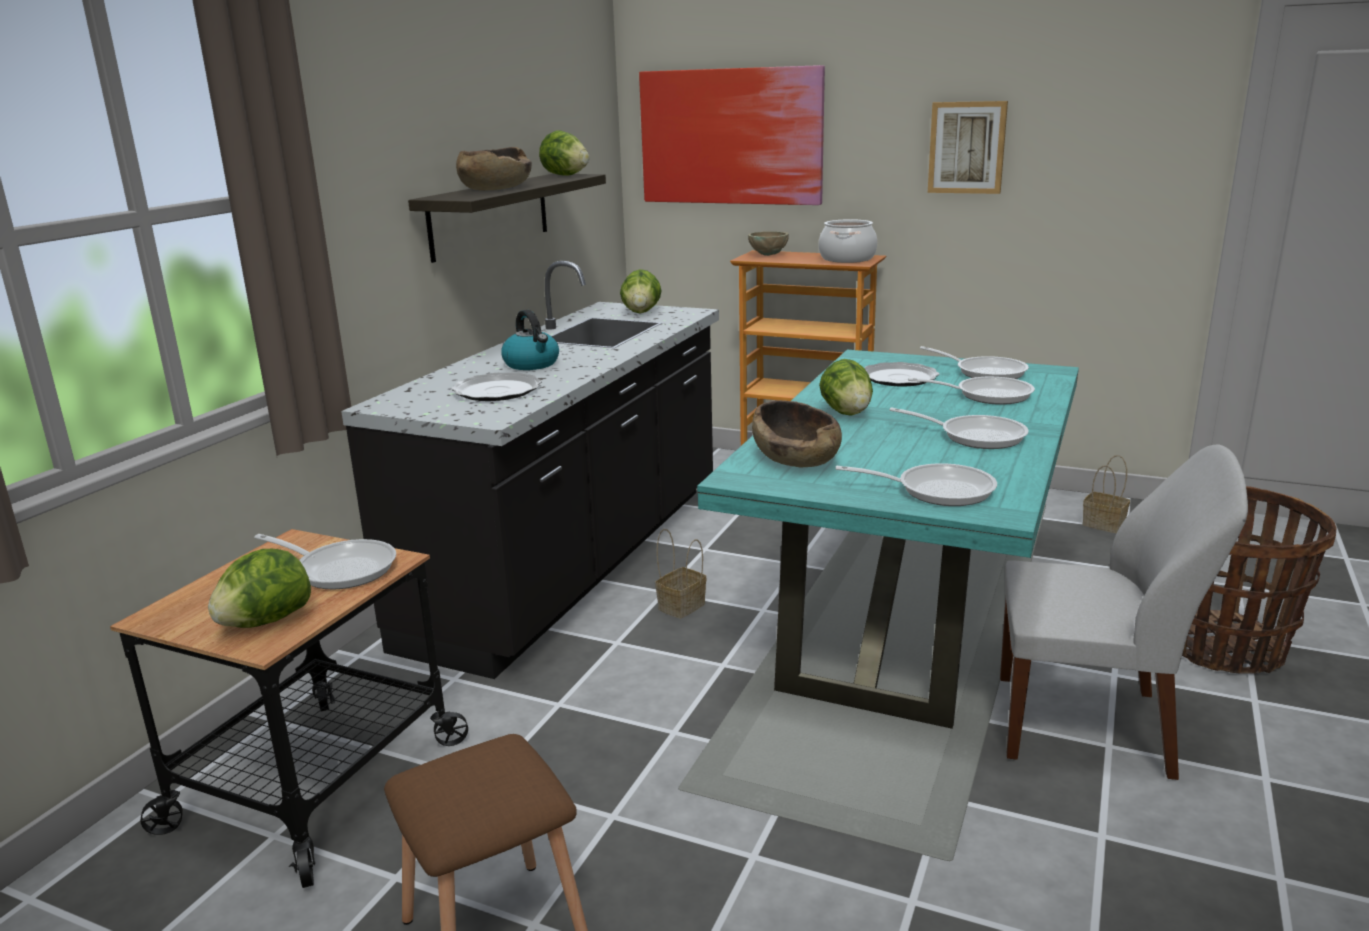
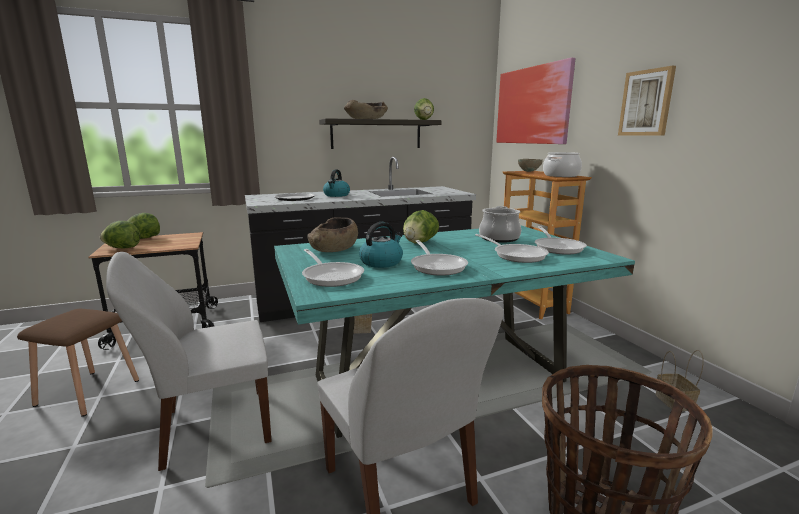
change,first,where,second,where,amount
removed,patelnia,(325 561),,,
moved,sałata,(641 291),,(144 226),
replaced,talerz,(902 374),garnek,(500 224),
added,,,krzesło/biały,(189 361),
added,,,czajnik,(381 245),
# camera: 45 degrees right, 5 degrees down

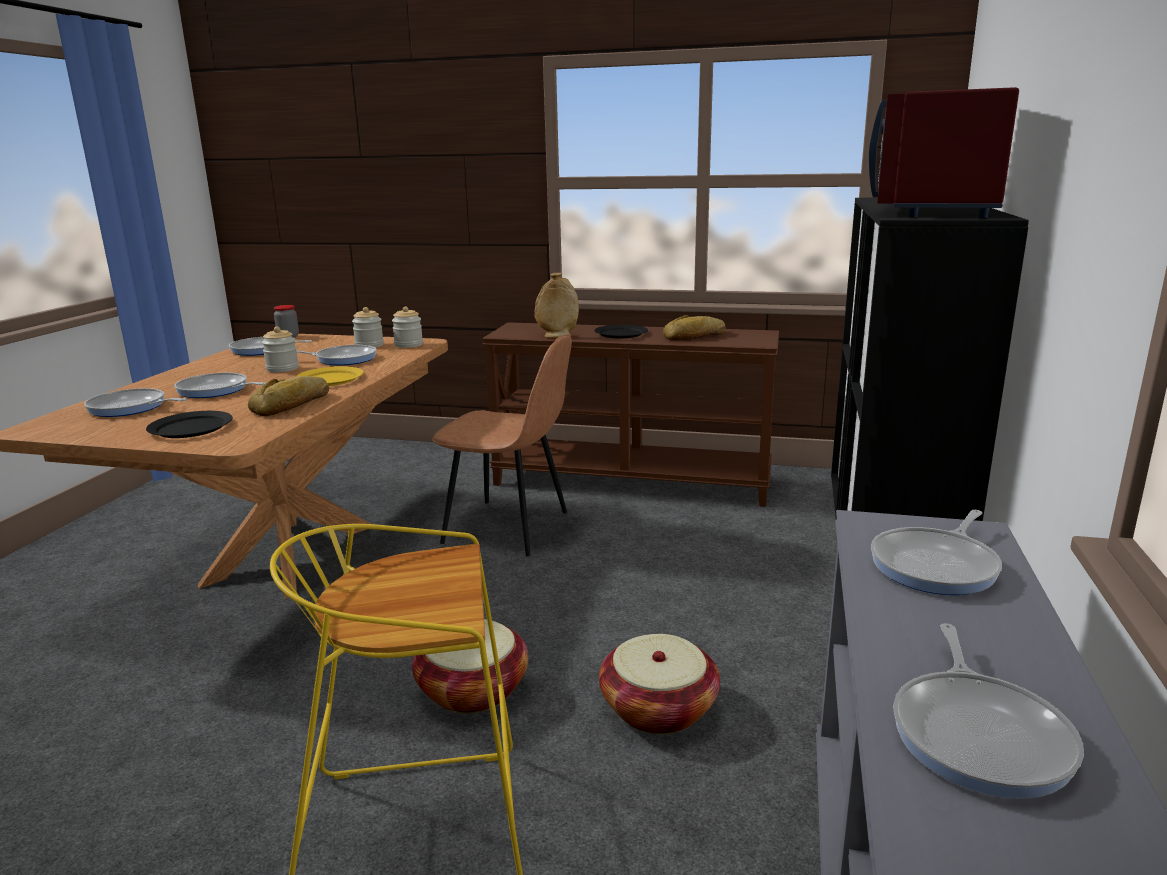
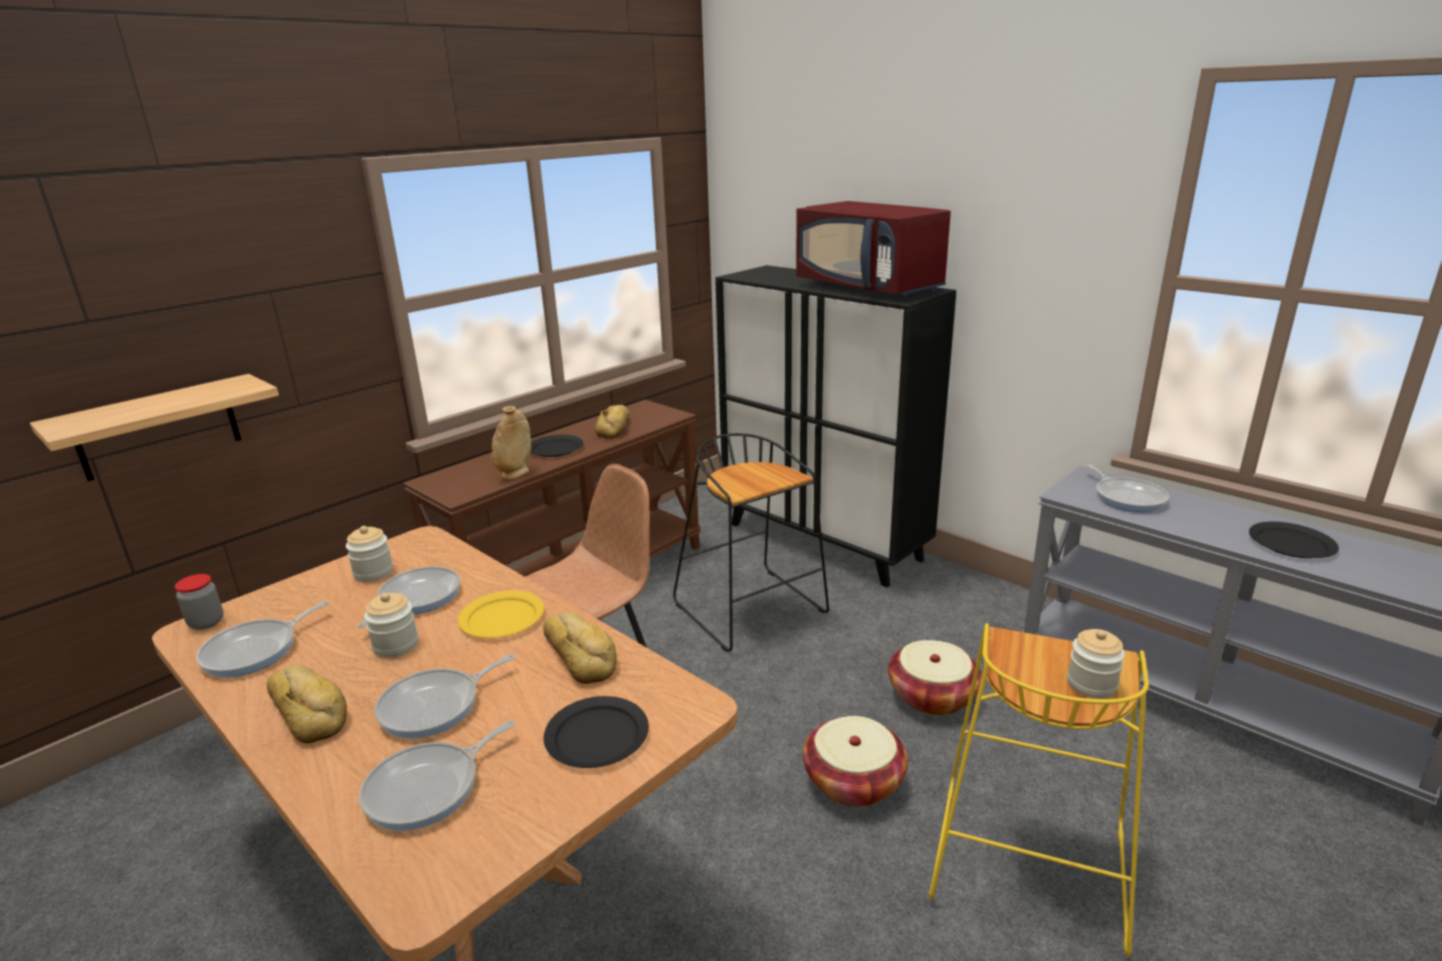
change,first,where,second,where,amount
moved,słoik,(407 327),,(1096 663),
replaced,patelnia,(988 711),talerz/czarny,(1294 540),
added,,,półka,(154 427),
added,,,chleb,(307 703),
added,,,stołek/czarny,(751 542),
# camera: 60 degrees left, 5 degrees up

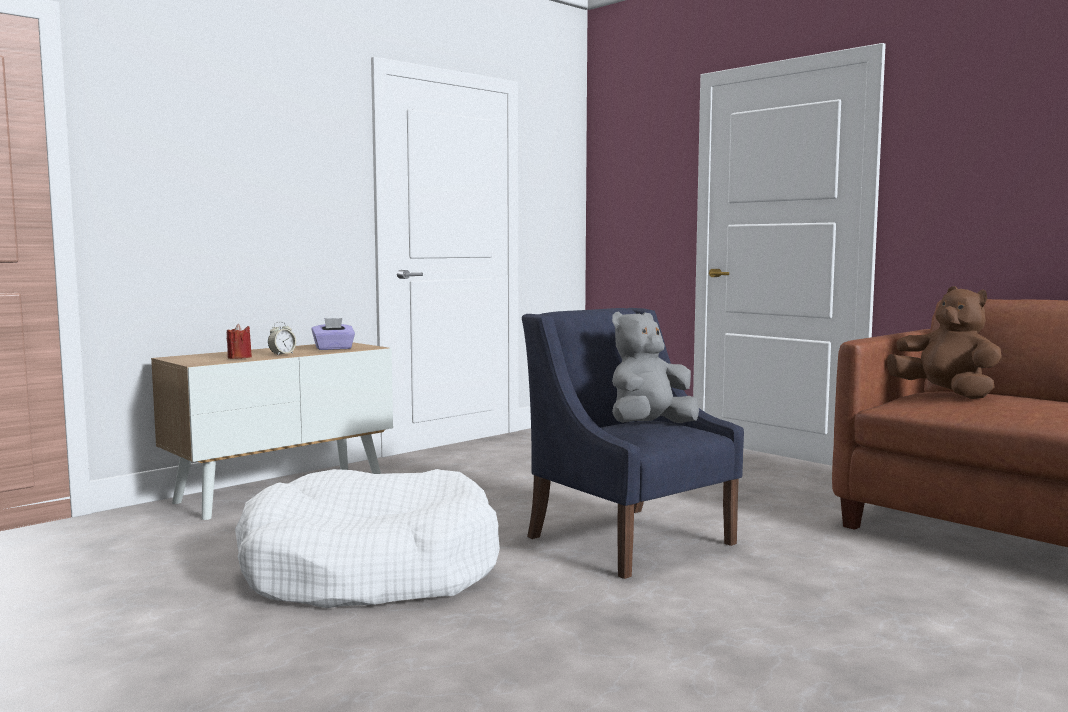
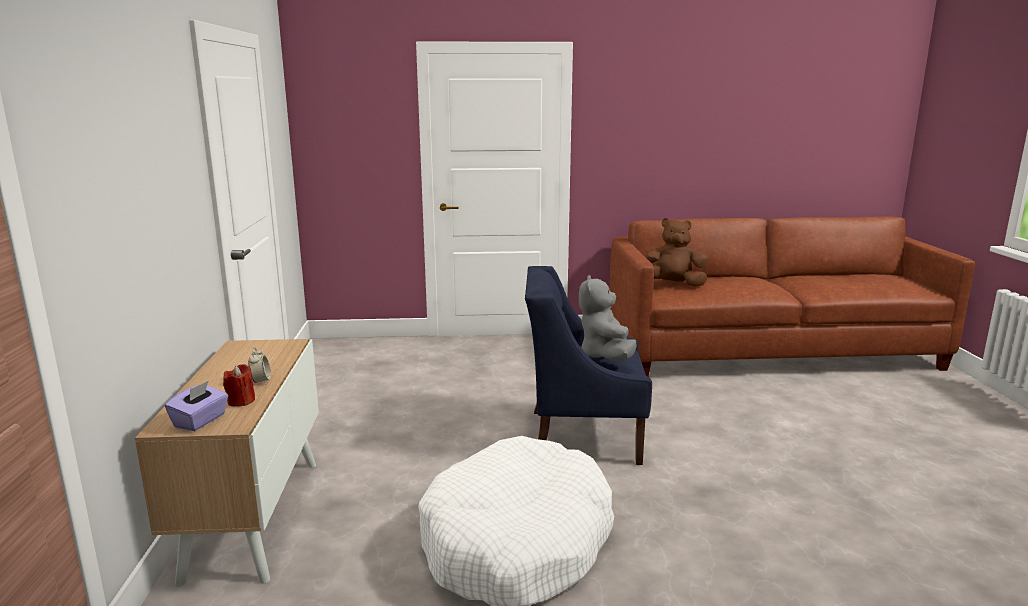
change,first,where,second,where,amount
moved,pudełko chusteczek/fioletowy,(333 334),,(196 406),
# camera: 50 degrees left, 10 degrees up

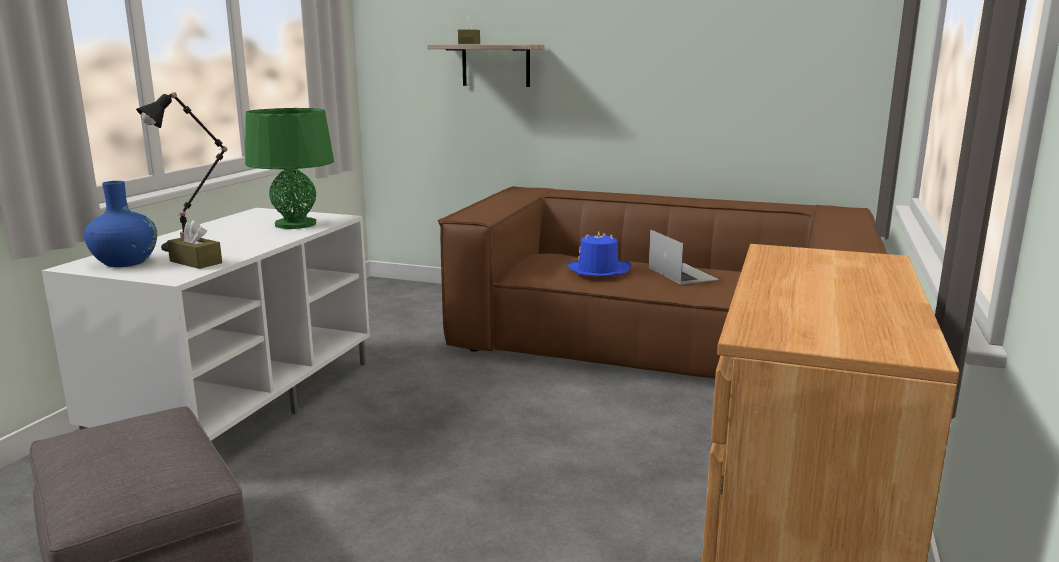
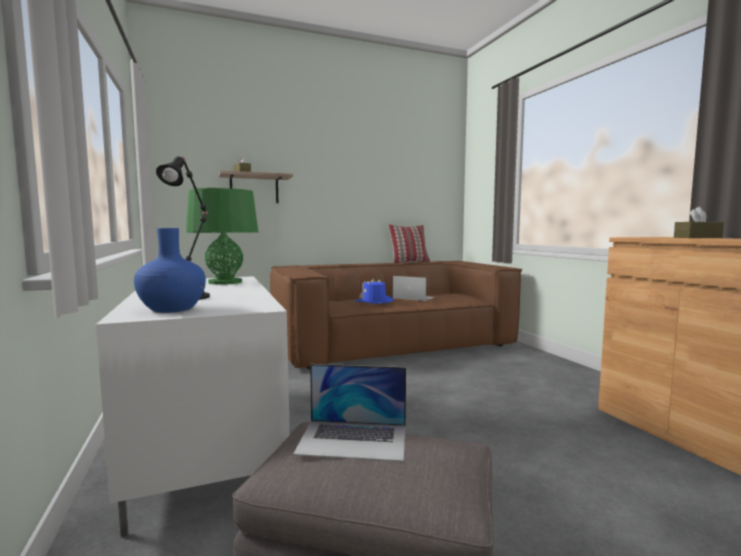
change,first,where,second,where,amount
moved,pudełko chusteczek/brązowy,(194 244),,(699 222),
added,,,laptop,(349 413),
added,,,poduszka,(409 243),
# camera: 40 degrees left, 10 degrees down

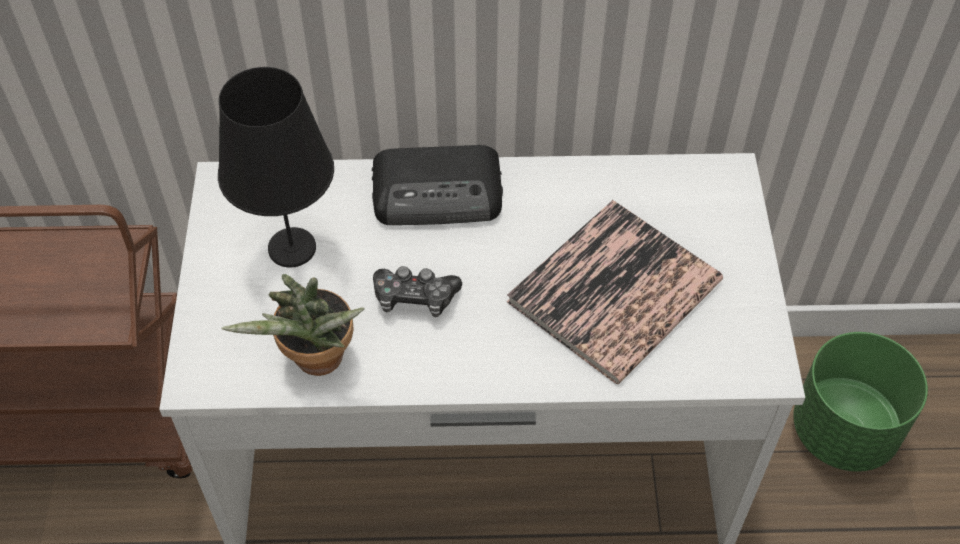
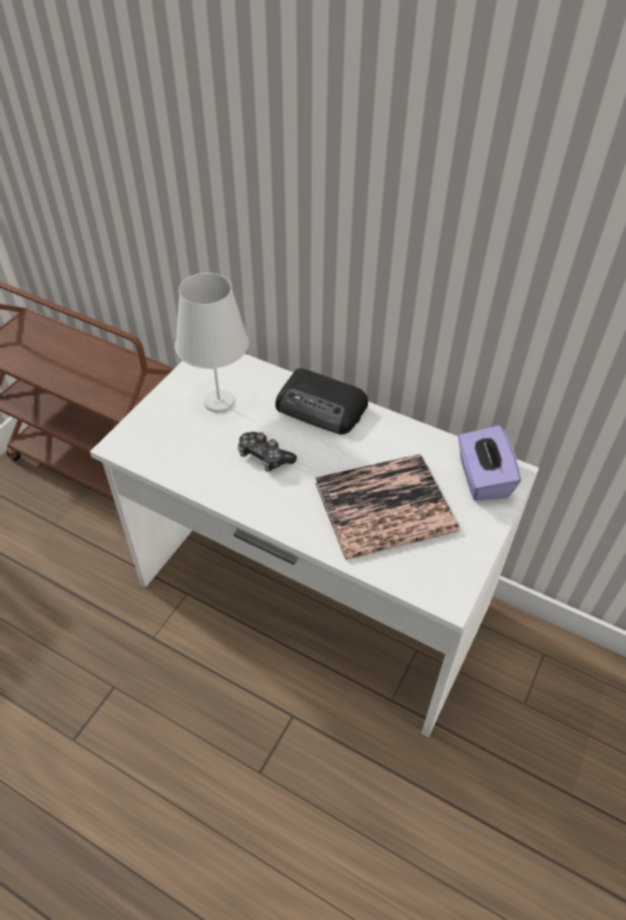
change,first,where,second,where,amount
recoloured,lampa stołowa/czarny,(276 167),lampa stołowa/biały,(212 342),
removed,roślina doniczkowa,(293 325),,,
removed,donica/zielony,(860 402),,,
added,,,pudełko chusteczek/fioletowy,(489 462),
# camera: 30 degrees right, 5 degrees down

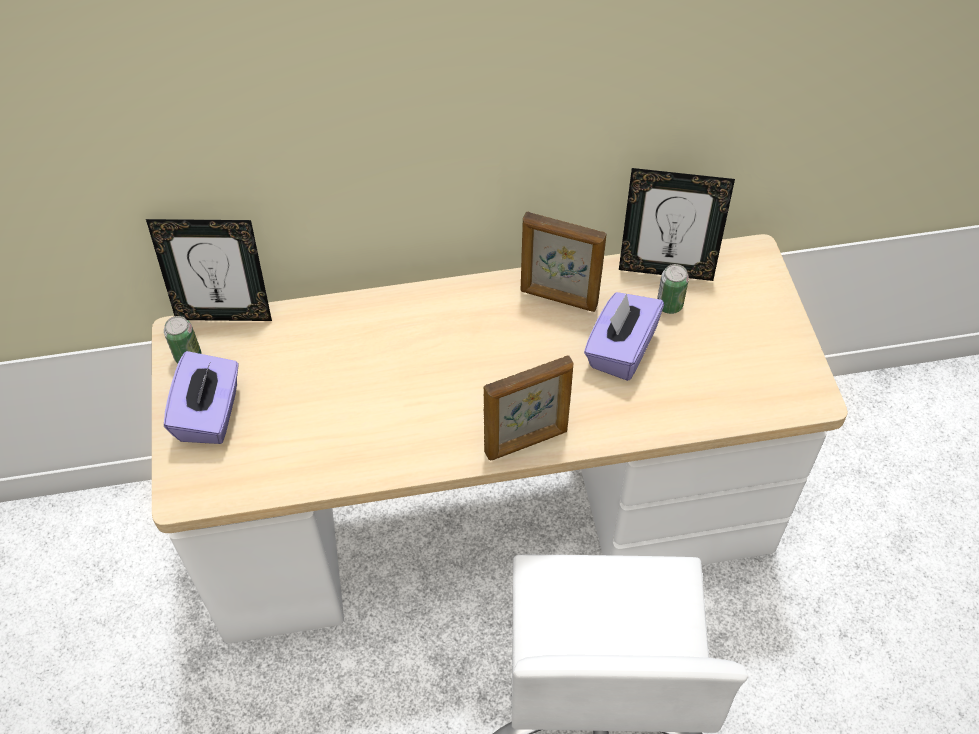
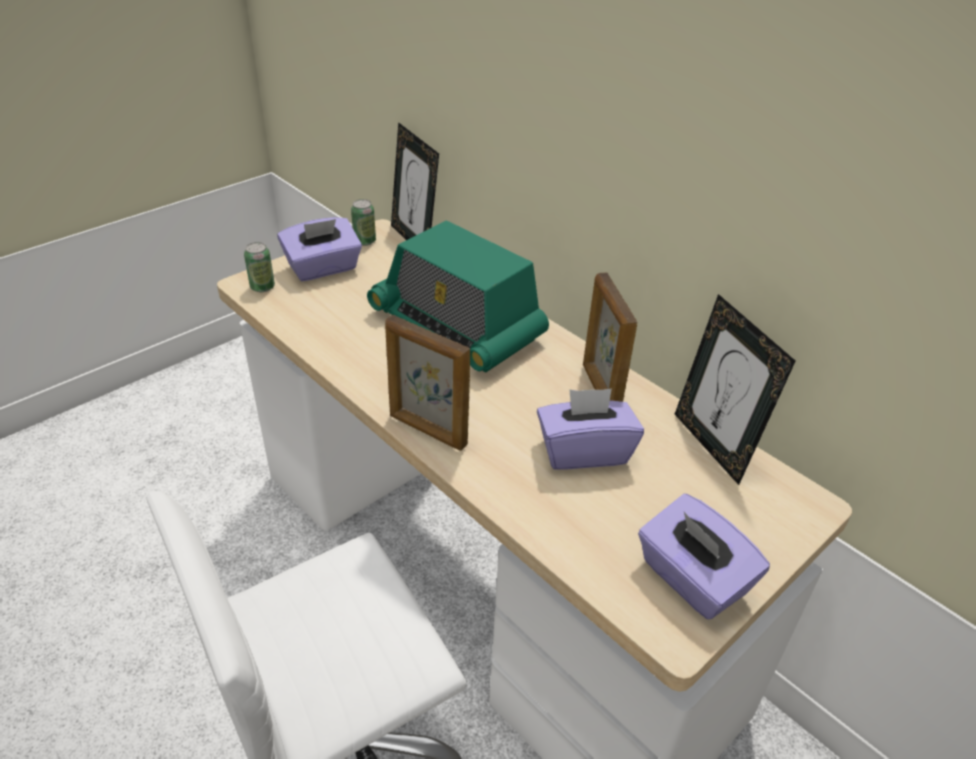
change,first,where,second,where,amount
moved,puszka,(673 289),,(259 267),
added,,,radio,(458 296),
added,,,pudełko chusteczek/fioletowy,(704 556),
# camera: 55 degrees right, 15 degrees down

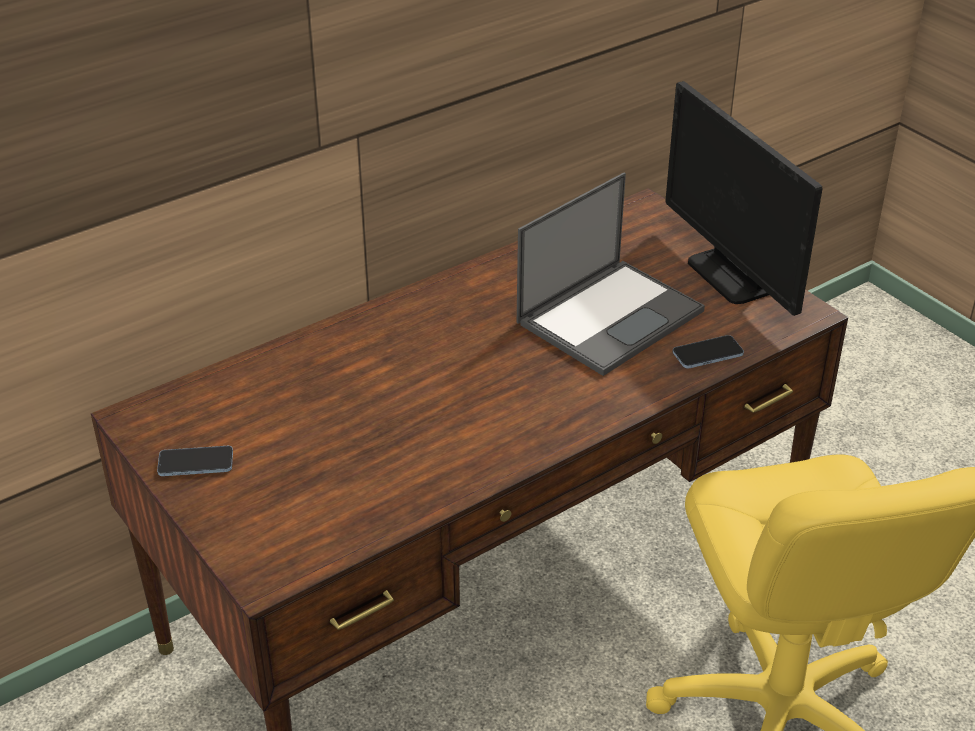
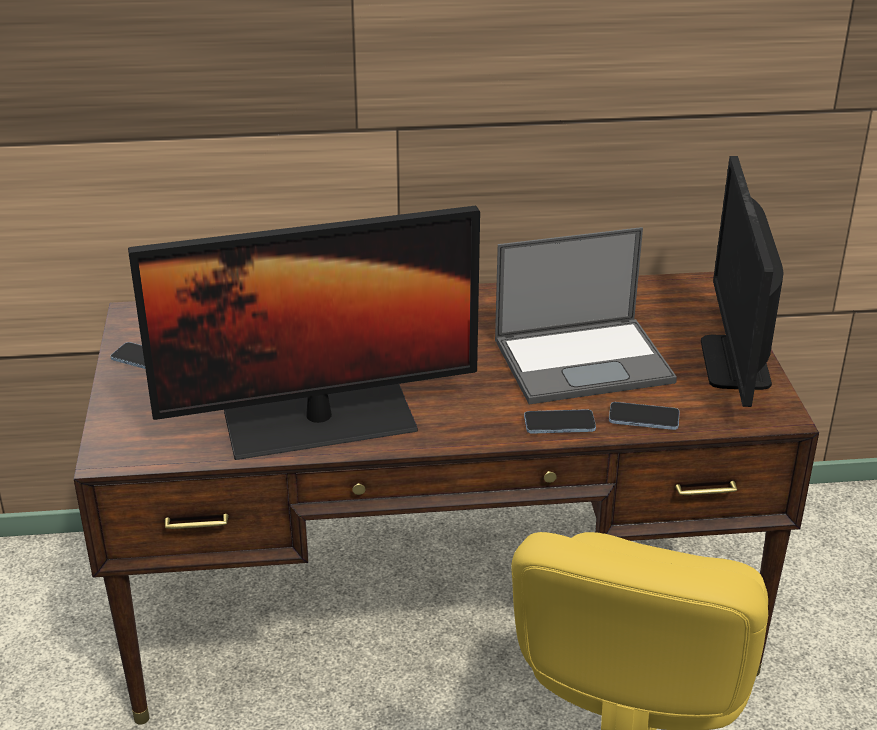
change,first,where,second,where,amount
added,,,monitor,(304 333),
added,,,telefon,(560 421),
# camera: 30 degrees right, 5 degrees down

